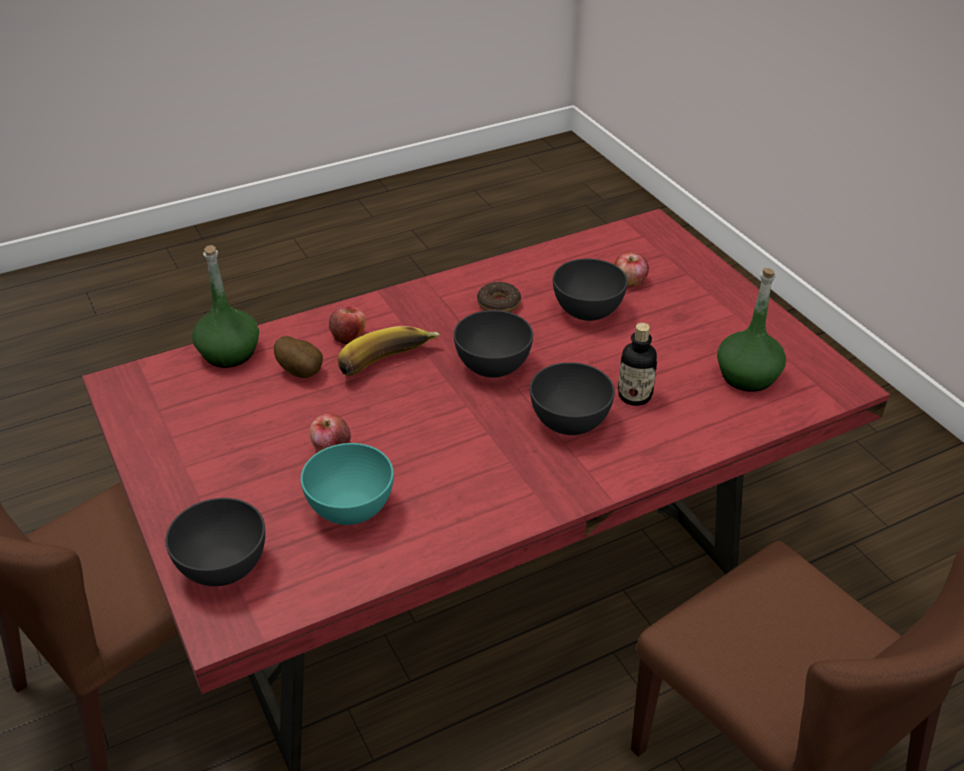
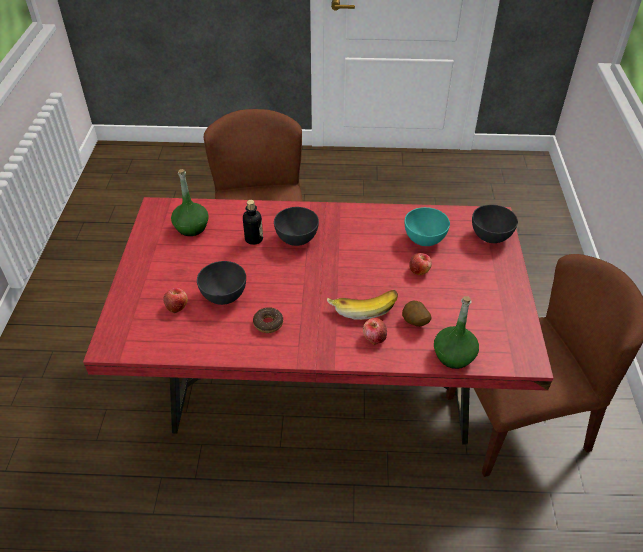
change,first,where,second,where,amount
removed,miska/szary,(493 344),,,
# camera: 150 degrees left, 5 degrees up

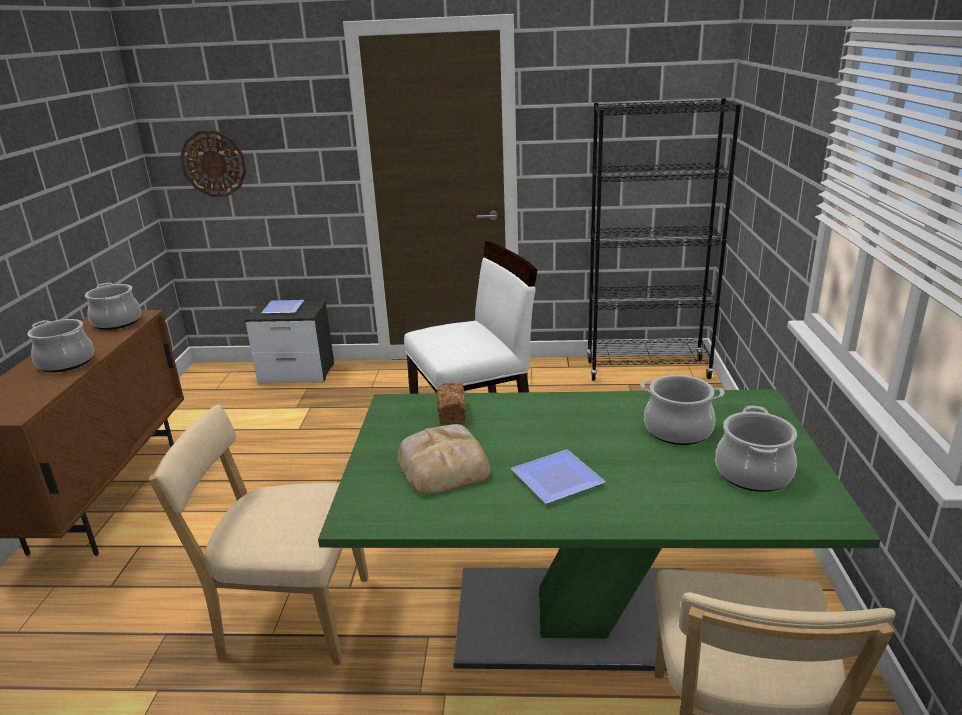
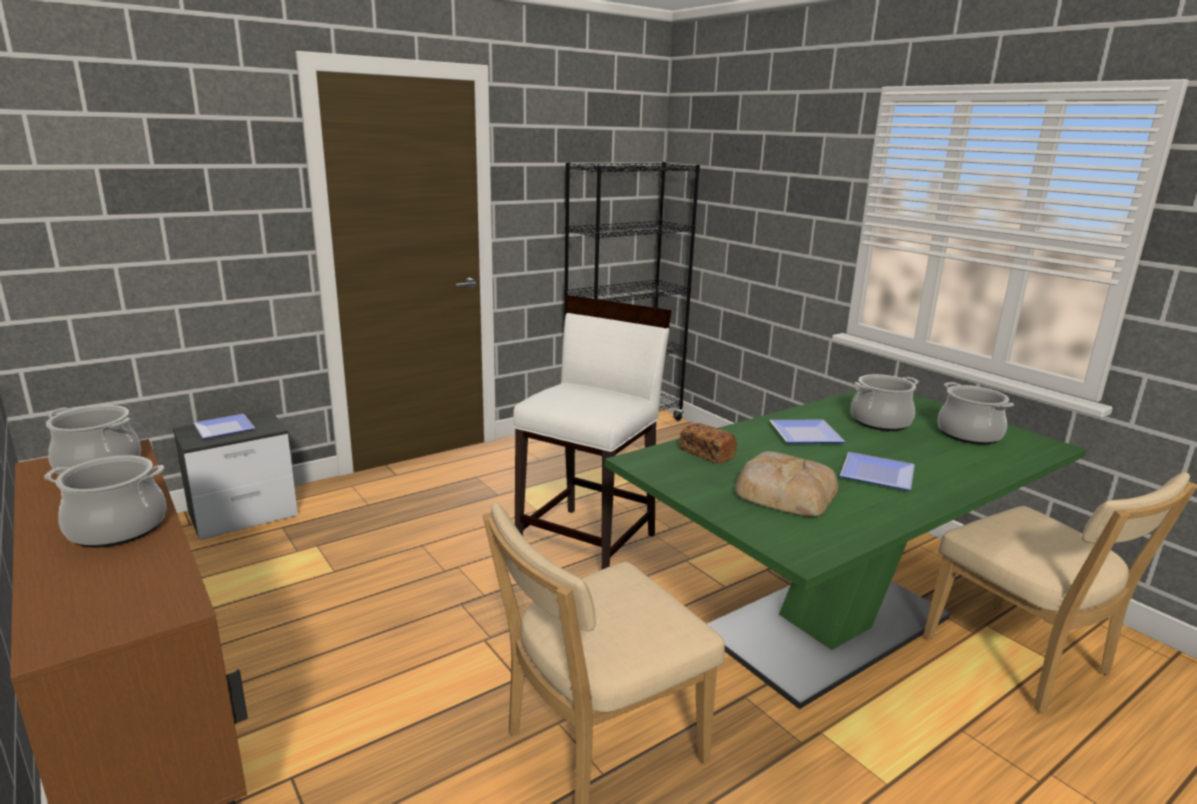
change,first,where,second,where,amount
removed,zegar ścienny,(213 164),,,
added,,,talerz,(807 431),
# camera: 40 degrees left, 5 degrees down

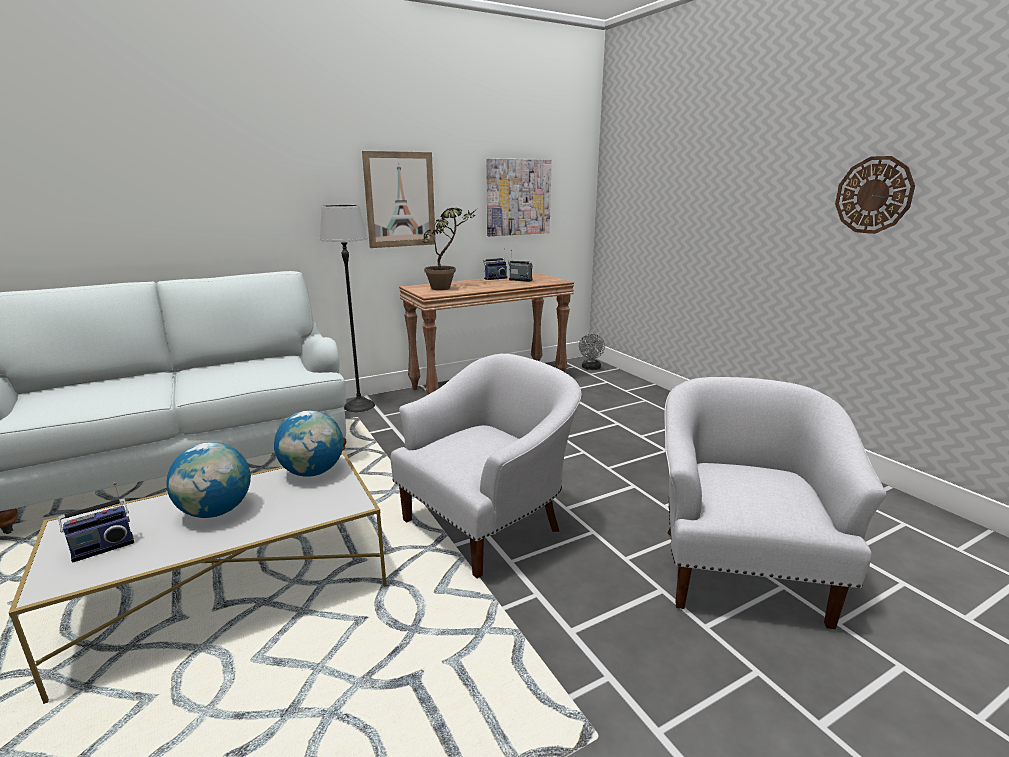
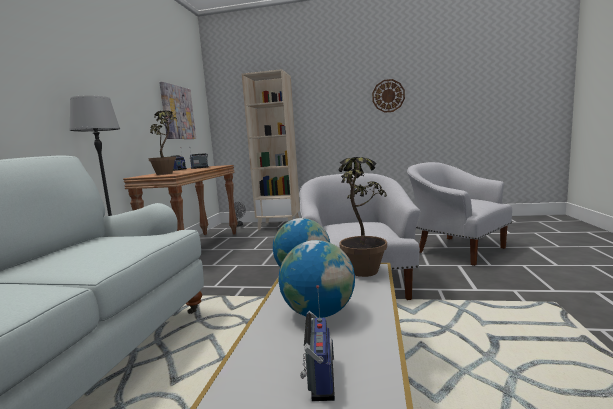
change,first,where,second,where,amount
removed,obraz,(399 199),,,
added,,,regał/beżowy,(271 149),
added,,,roślina doniczkowa,(362 217),
# camera: 50 degrees left, 10 degrees down

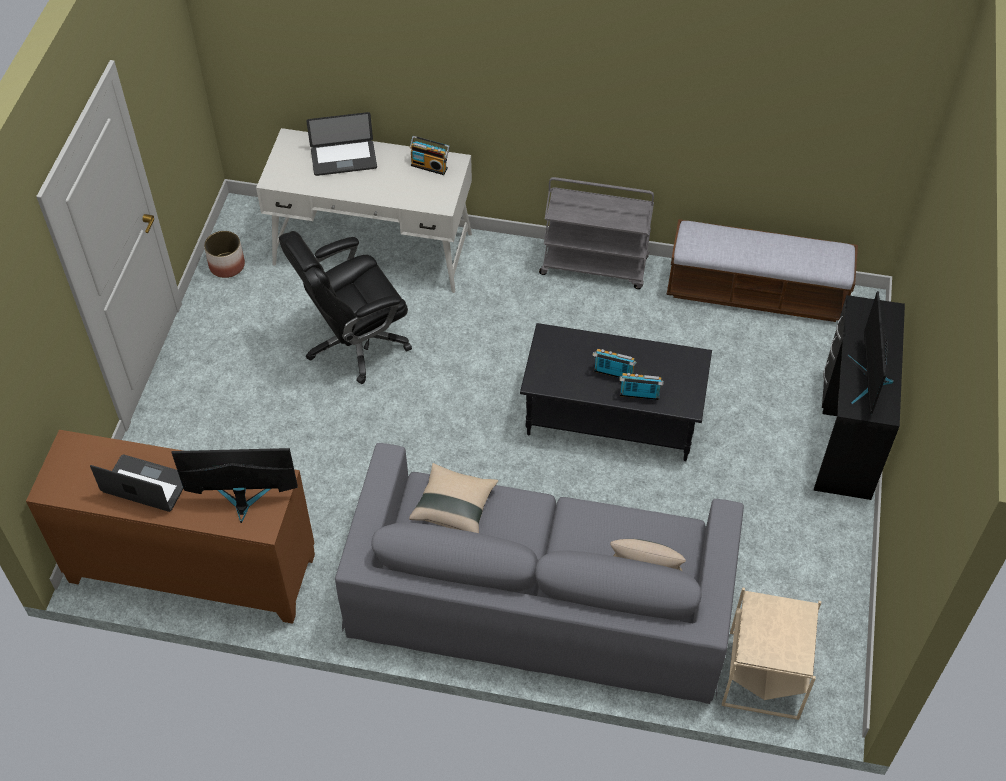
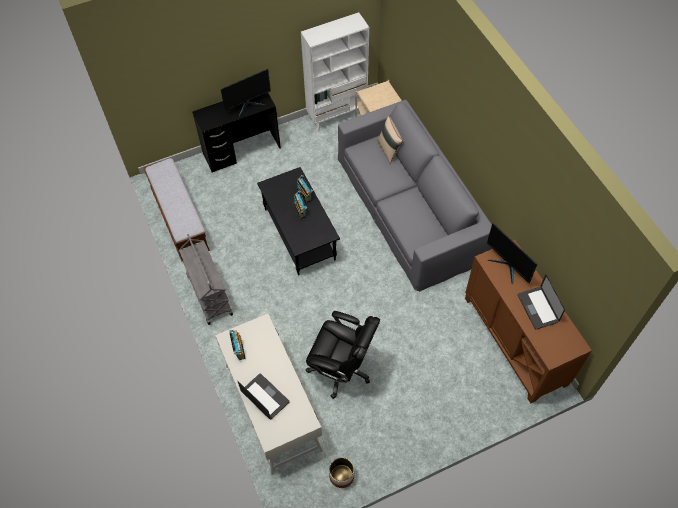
change,first,where,second,where,amount
removed,poduszka/beżowy,(453 498),,,
added,,,regał/biały,(335 72),
# camera: 125 degrees left, 5 degrees up

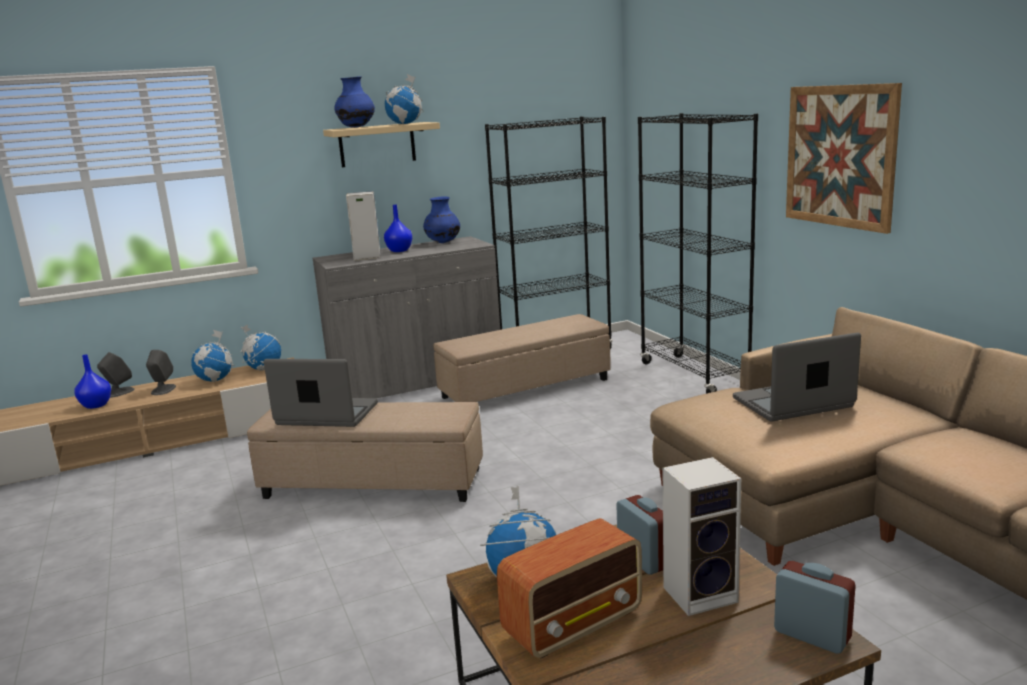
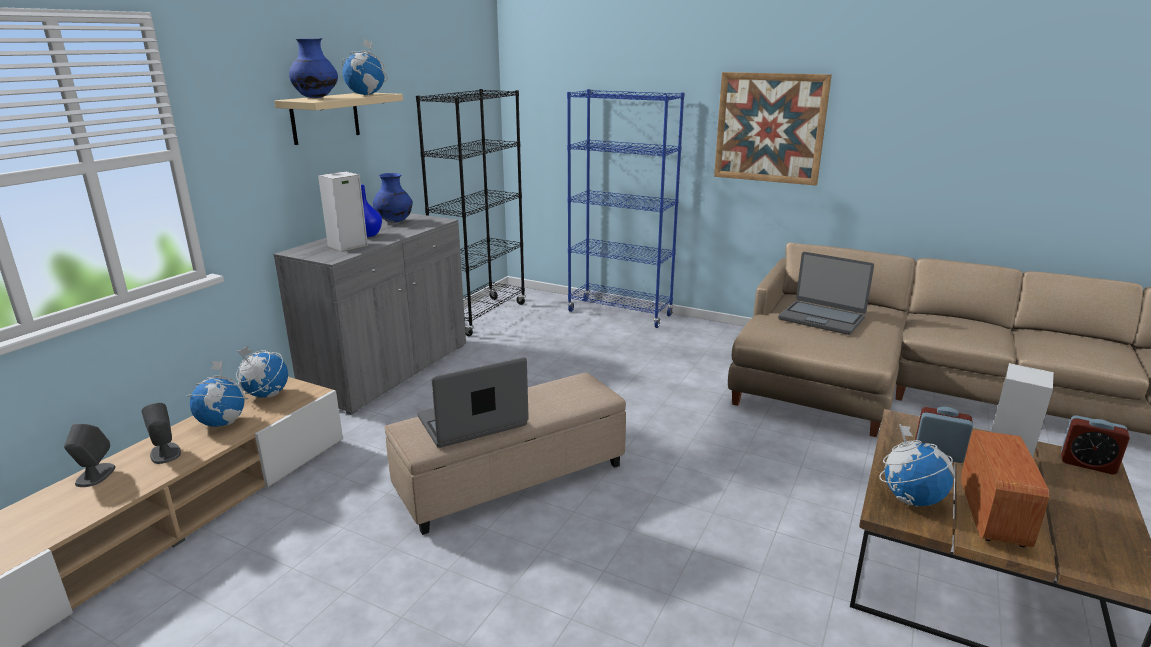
change,first,where,second,where,amount
removed,wazon/niebieski,(92 381),,,
removed,pufa/beżowy,(522 358),,,
recoloured,regał/czarny,(698 253),regał/niebieski,(626 208),
turned,laptop,(797 377),,(826 293),90 degrees counterclockwise
turned,budzik,(815 607),,(1095 444),150 degrees counterclockwise
# camera: 40 degrees left, 5 degrees up

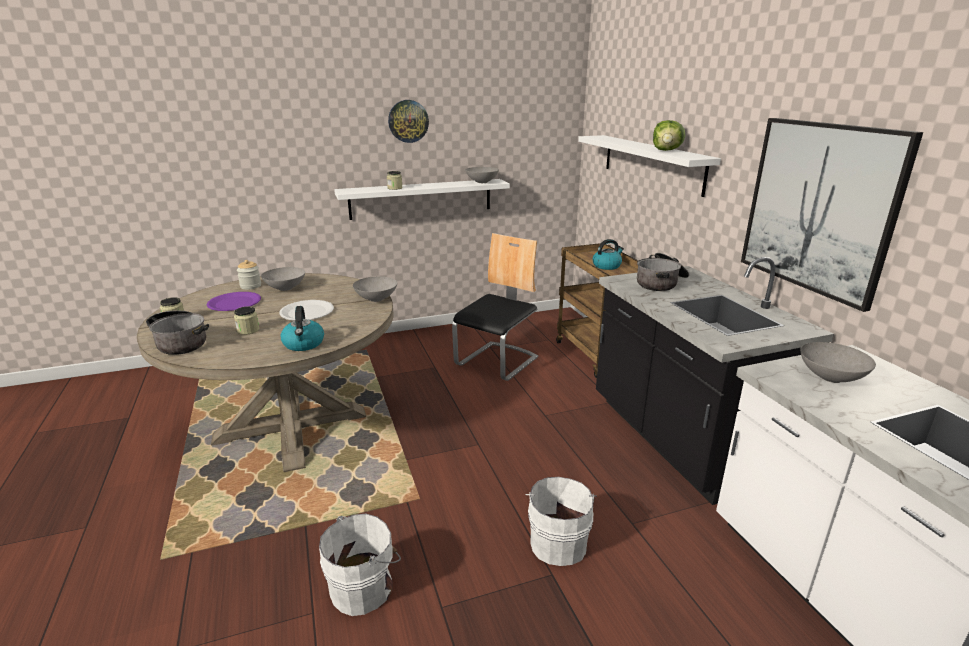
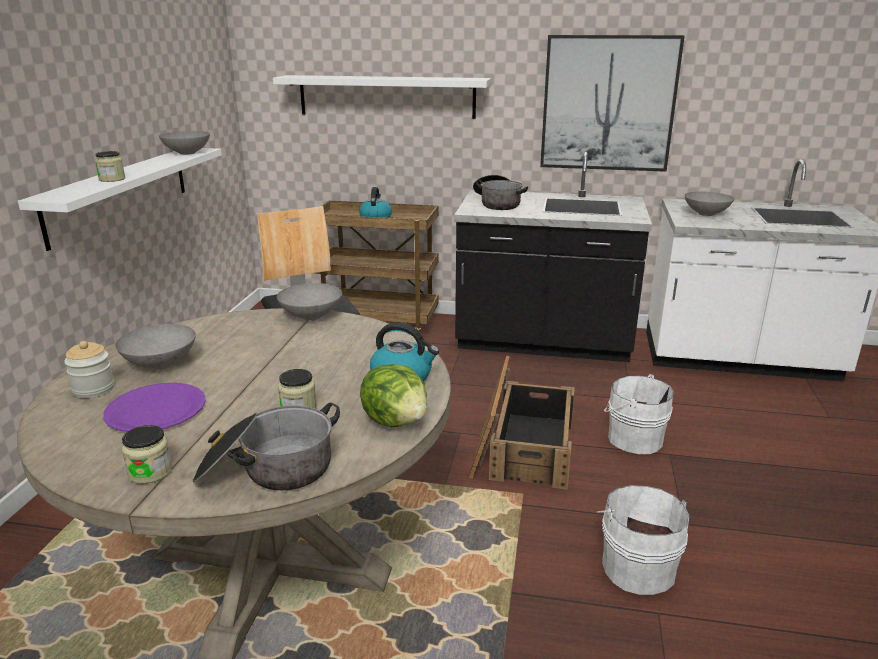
change,first,where,second,where,amount
removed,talerz/biały,(306 310),,,
removed,zegar ścienny,(408 121),,,
moved,sałata,(669 135),,(393 395),
added,,,skrzynka,(521 422),
# camera: 60 degrees left, 0 degrees up

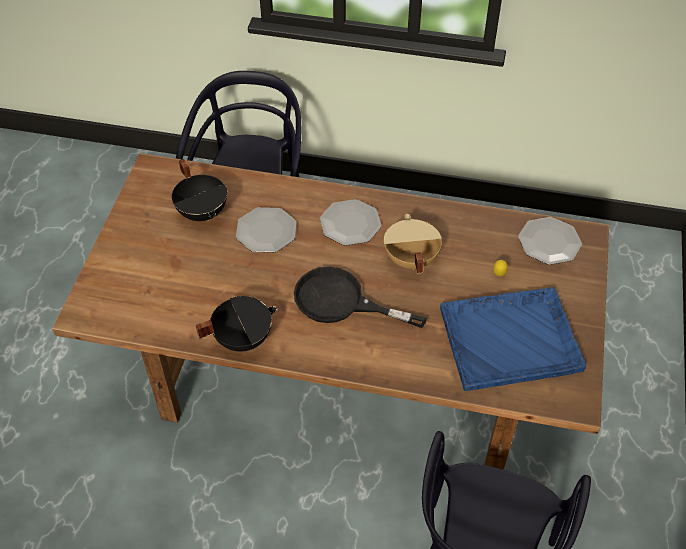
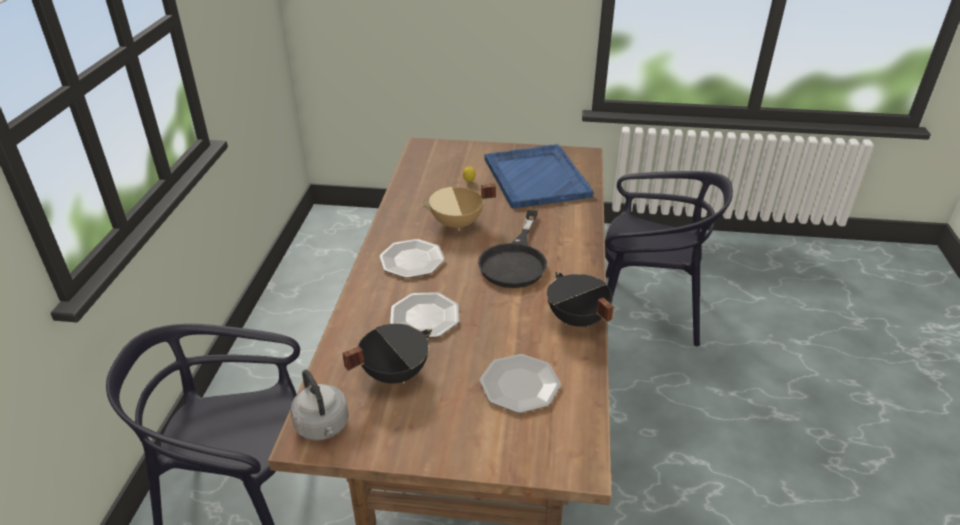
change,first,where,second,where,amount
moved,talerz,(550 241),,(520 383),
added,,,czajnik/szary,(319 404),
# camera: 95 degrees left, 15 degrees down

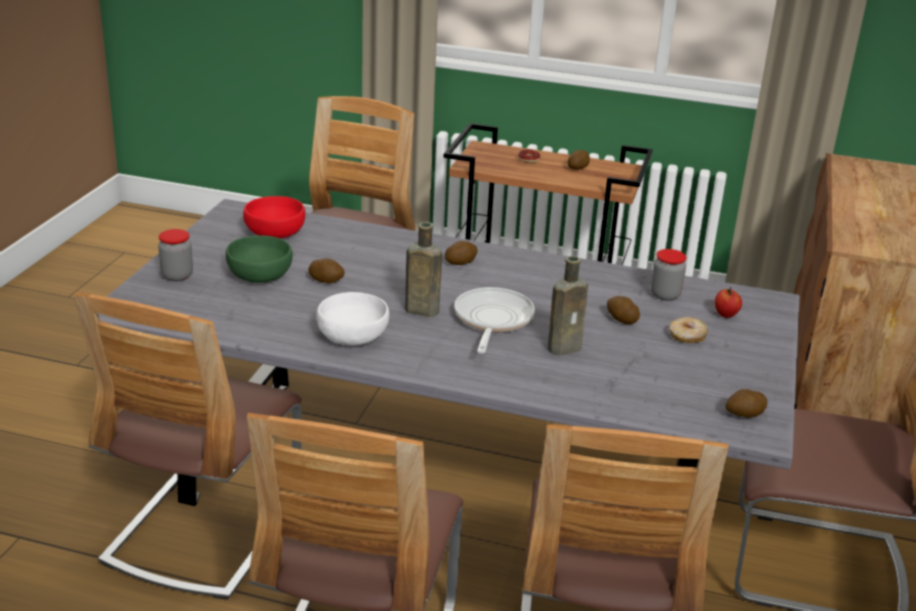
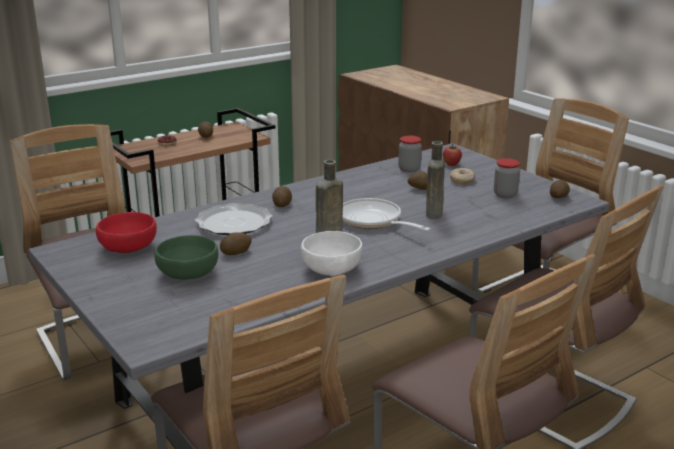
change,first,where,second,where,amount
moved,słoik,(175 255),,(507 178),
added,,,talerz,(234 219),
# camera: 50 degrees left, 5 degrees down

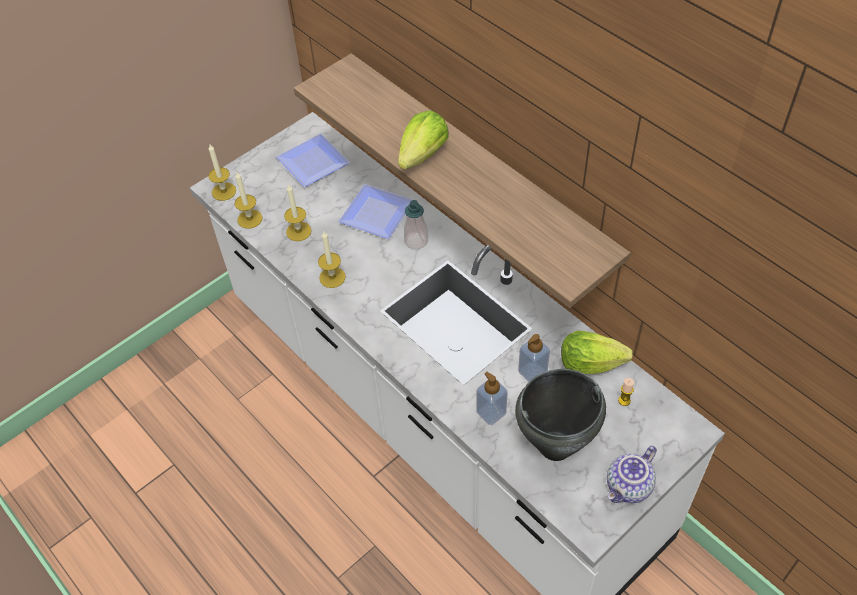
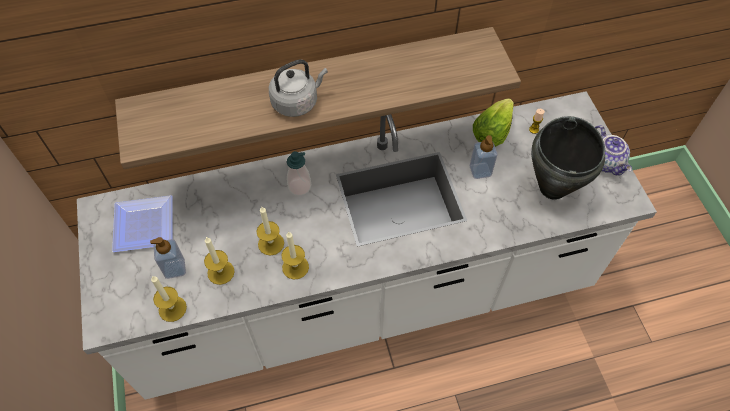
change,first,where,second,where,amount
moved,świeca,(222 173),,(270 231),
removed,talerz,(375 211),,,
replaced,sałata,(423 140),czajnik/szary,(298 88),
moved,dozownik mydła,(492 398),,(168 258),
# camera: 65 degrees left, 5 degrees up

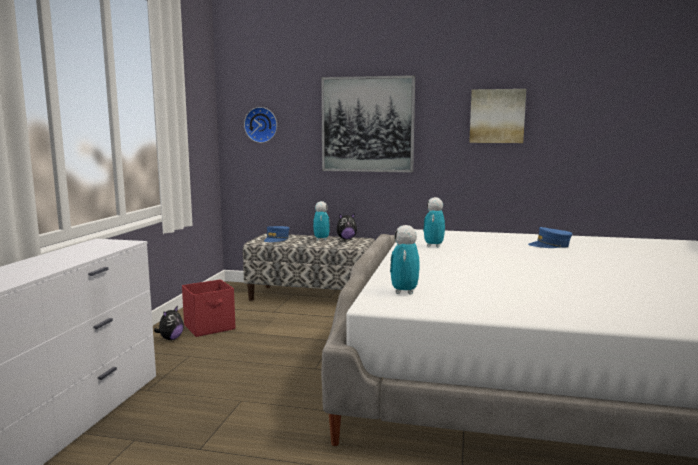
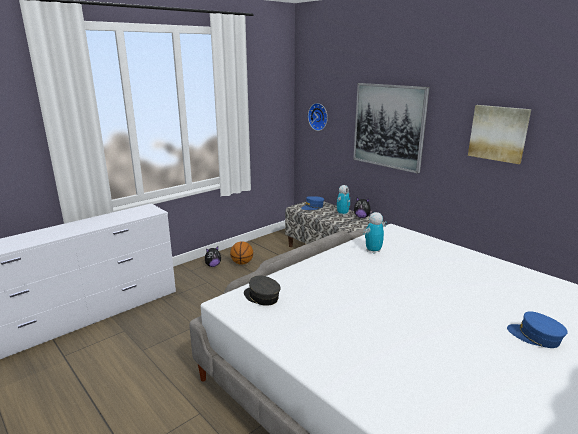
change,first,where,second,where,amount
replaced,pojemnik do przechowywania/czerwony,(208 308),piłka do koszykówki,(241 253),
replaced,robot zabawkowy,(405 259),czapka z daszkiem/szary,(262 290),
moved,czapka z daszkiem/niebieski,(550 237),,(537 329),
# camera: 35 degrees right, 10 degrees up

